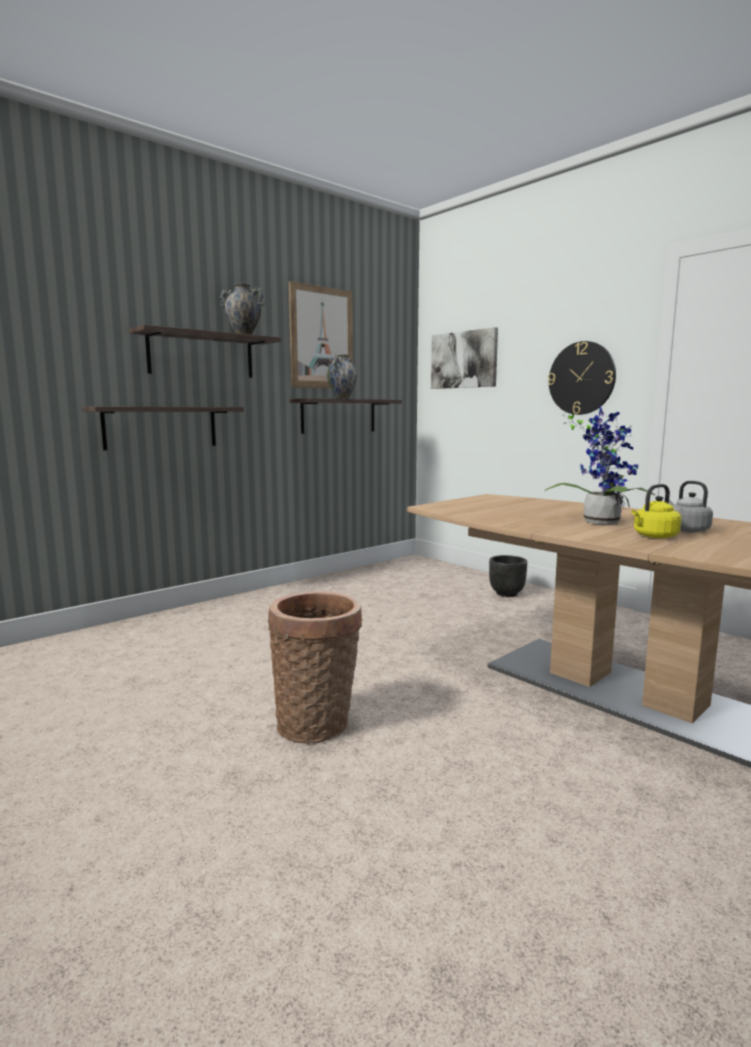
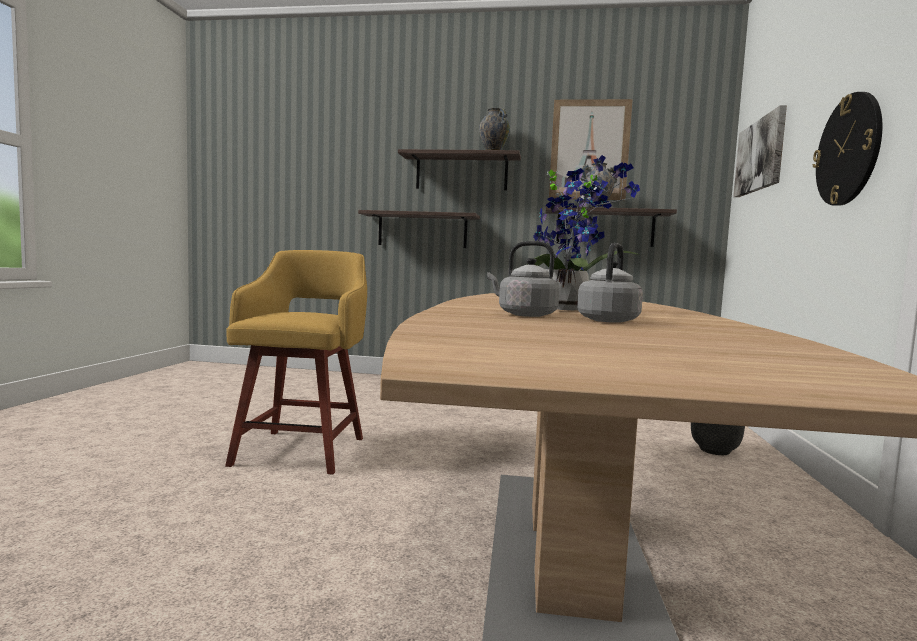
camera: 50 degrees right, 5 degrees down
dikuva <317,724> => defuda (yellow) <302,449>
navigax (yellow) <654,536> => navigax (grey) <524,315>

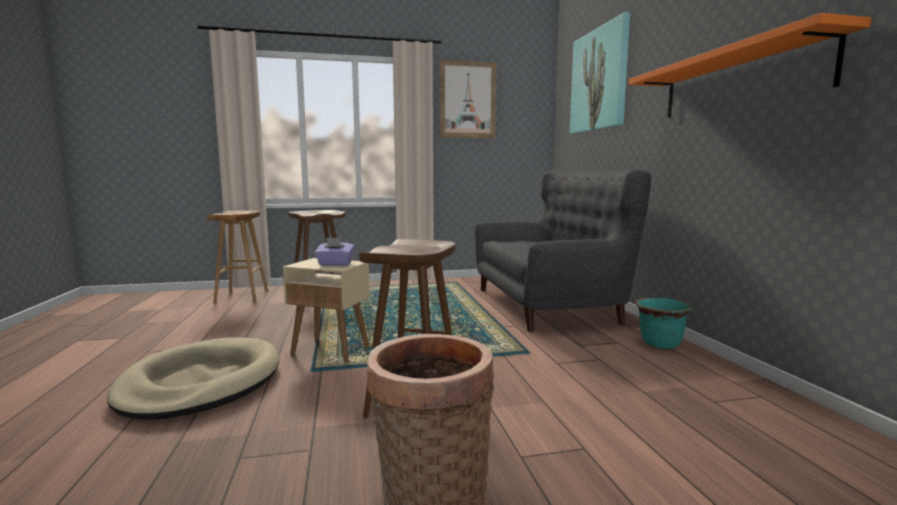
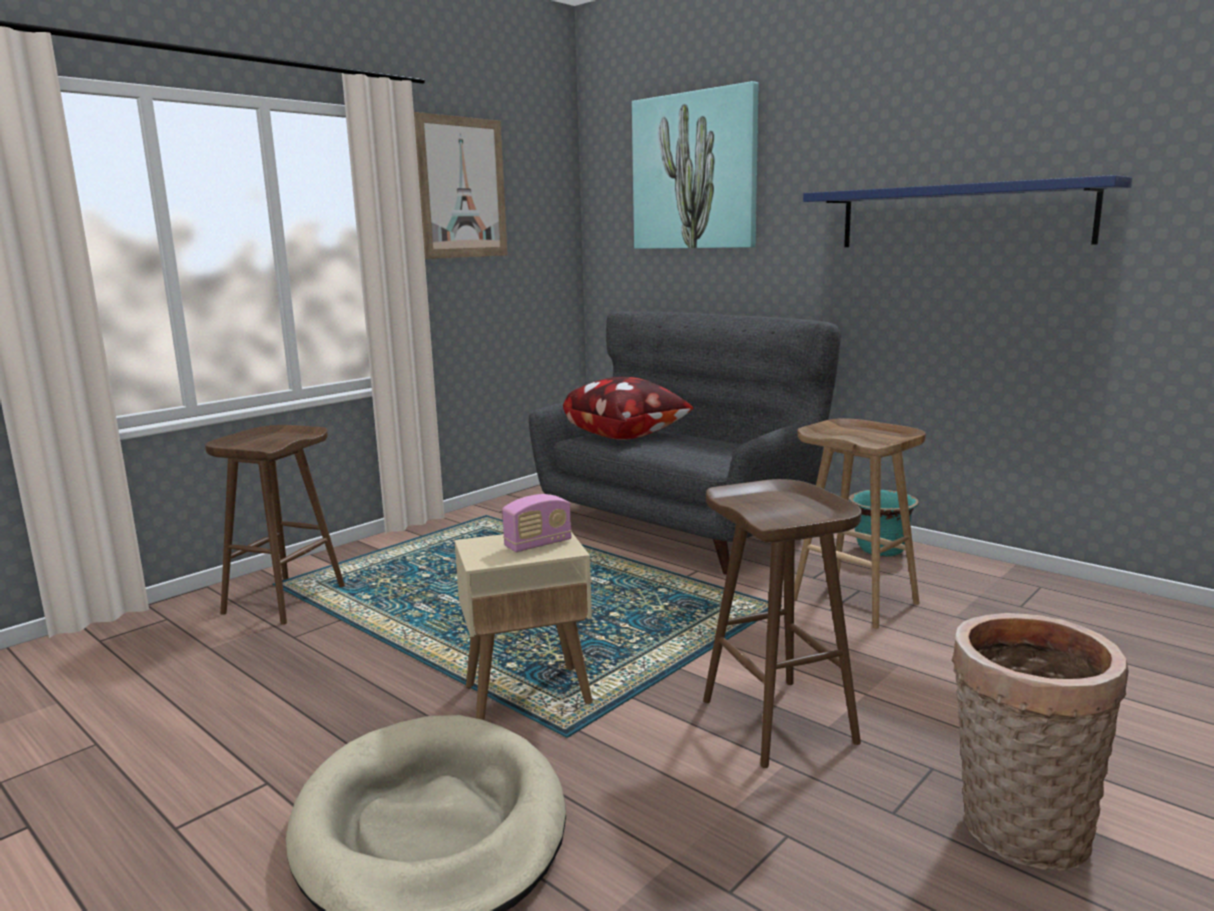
camera: 35 degrees left, 5 degrees up
nothing => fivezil <626,436>
defuda (brown) <242,297> => defuda (brown) <856,601>, shifted
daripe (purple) <335,264> => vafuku <538,544>
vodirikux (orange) <738,81> => vodirikux (blue) <961,216>

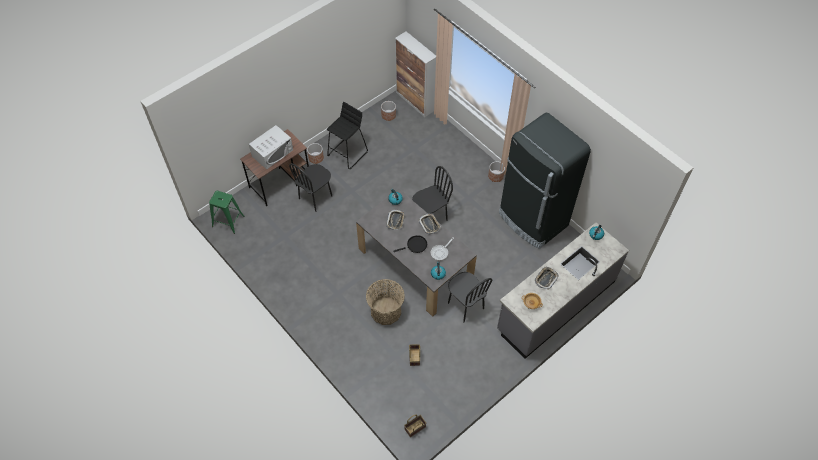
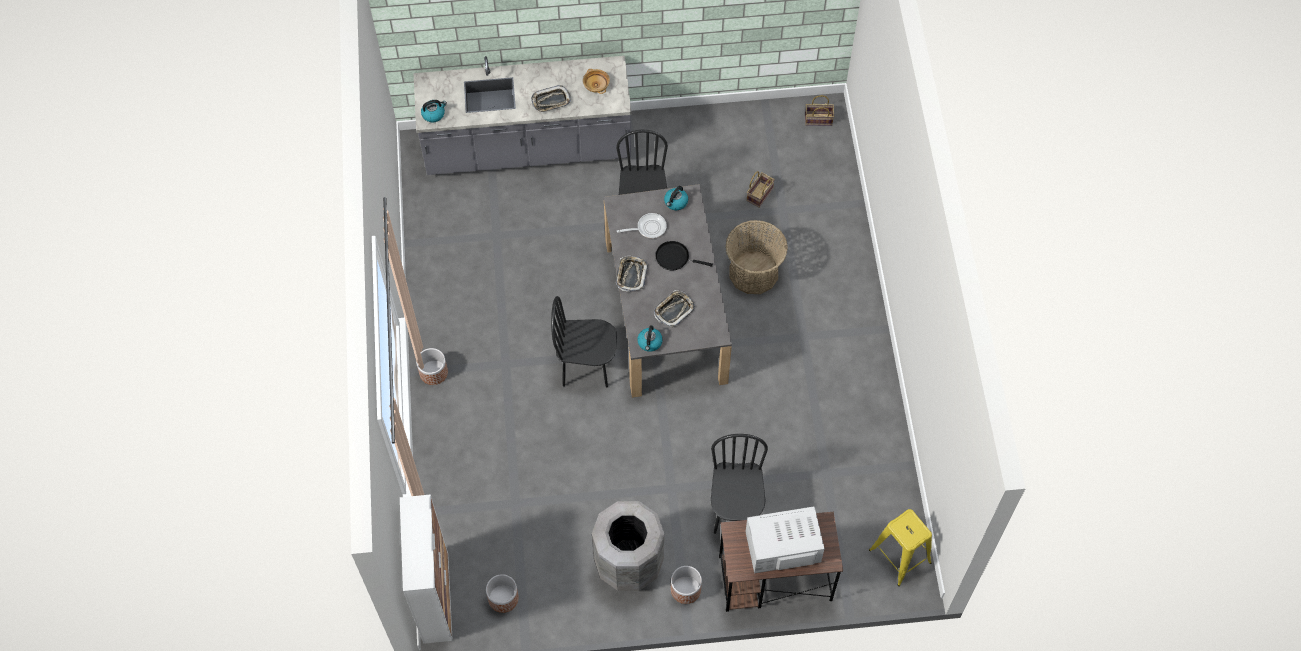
camera: 145 degrees left, 5 degrees up
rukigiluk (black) <532,220> => nothing
defuda (black) <347,154> => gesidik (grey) <628,562>
defuda (green) <228,221> => defuda (yellow) <900,556>
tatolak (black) <315,197> => tatolak (black) <735,512>, 75 degrees counterclockwise

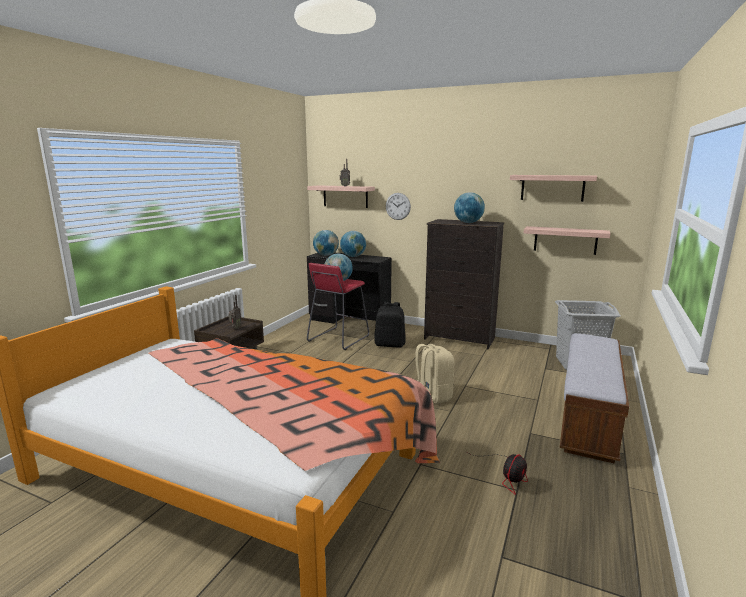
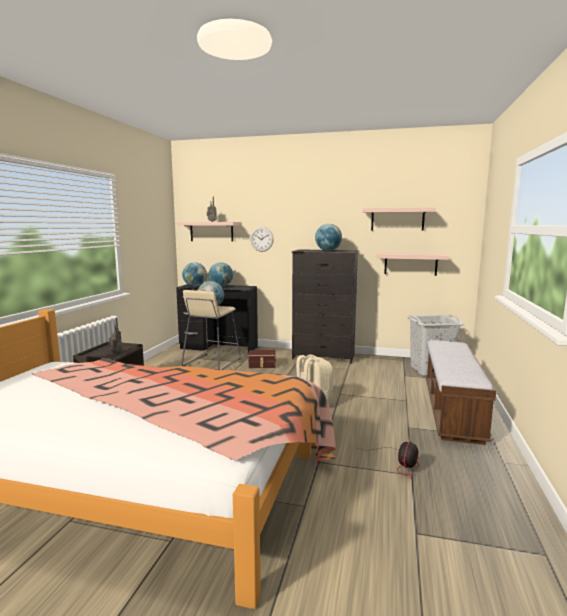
camera: 10 degrees left, 5 degrees down
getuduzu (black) <390,344> => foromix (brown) <262,365>
defuda (red) <338,338> => defuda (beige) <212,363>

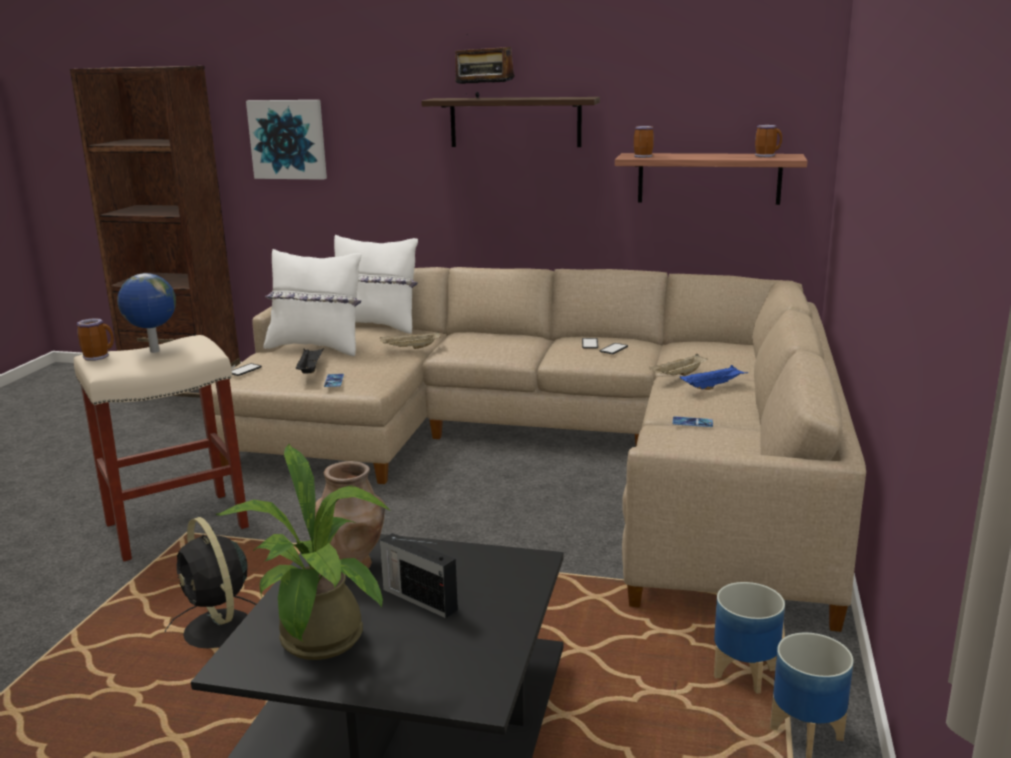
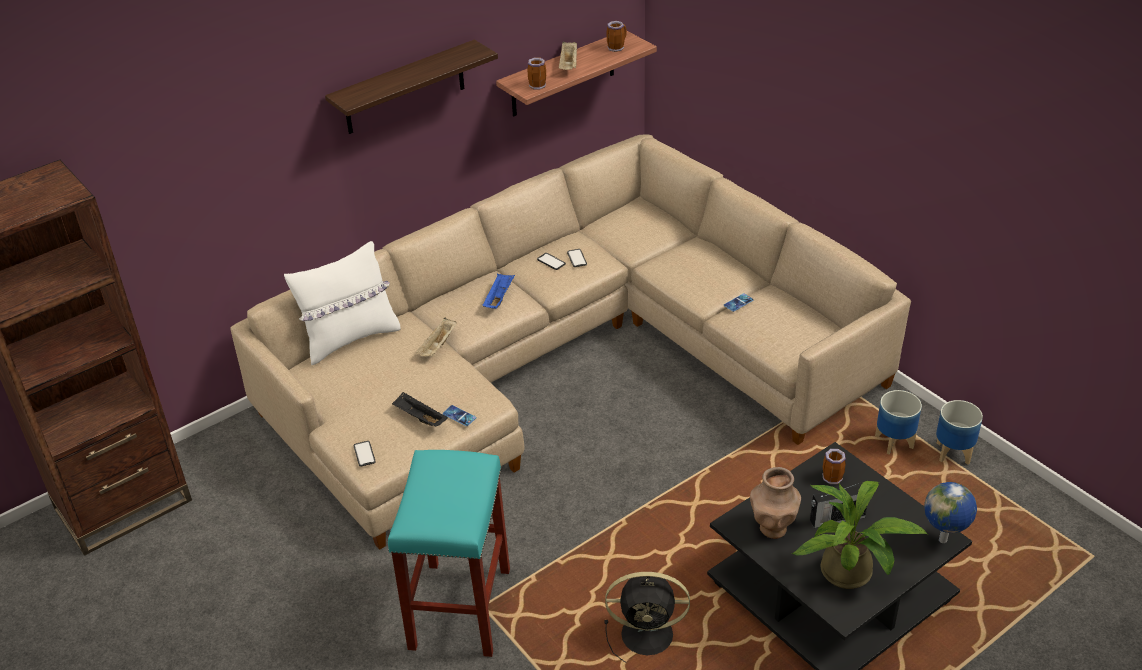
camera: 50 degrees left, 20 degrees up
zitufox <288,139> => nothing
fivezil (white) <317,347> => nothing
vafuku <485,98> => nothing
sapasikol <99,357> => sapasikol <832,476>, shifted
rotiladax <154,351> => rotiladax <944,540>, shifted
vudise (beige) <678,376> => vudise (beige) <569,65>, shifted
vudise (blue) <713,386> => vudise (blue) <499,298>, shifted
defuda (beige) <178,524> => defuda (turquoise) <459,607>

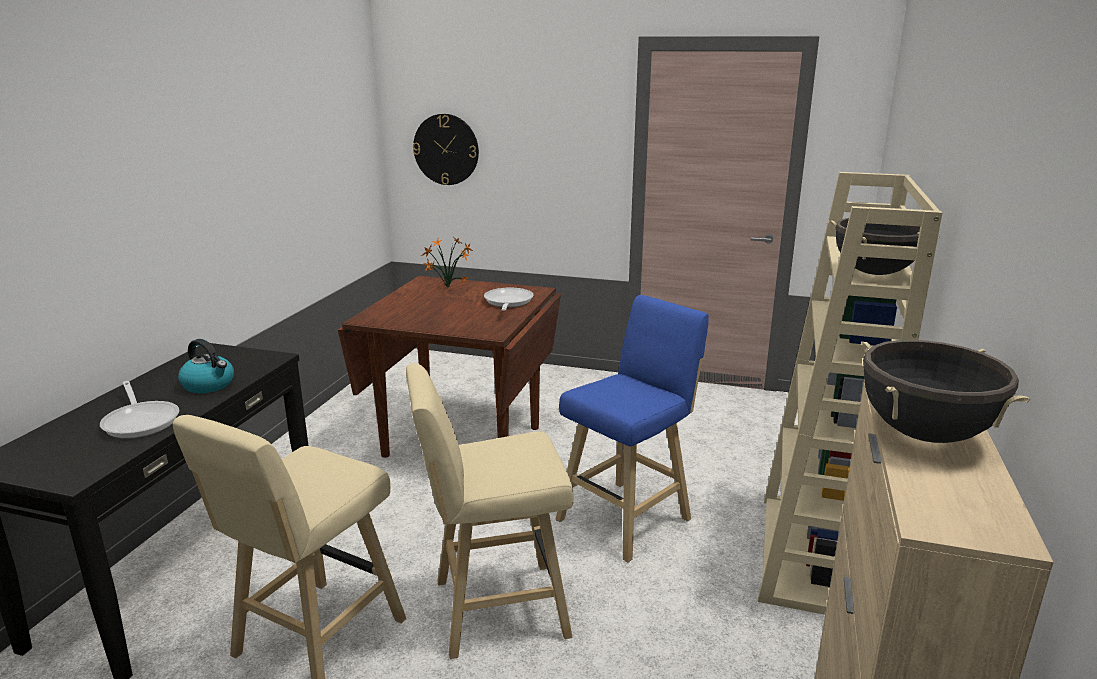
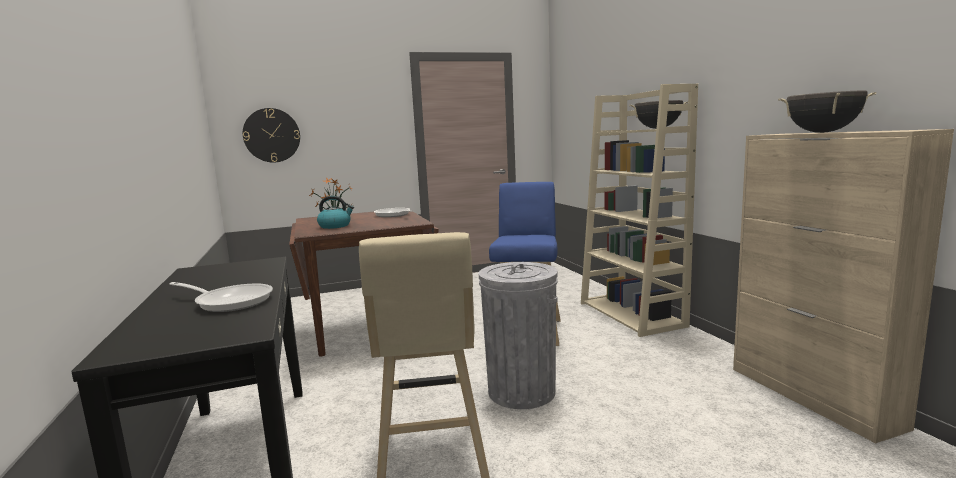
camera: 35 degrees left, 10 degrees down
navigax <209,385> => navigax <335,226>, shifted
defuda (beige) <493,610> => gesidik (grey) <521,391>

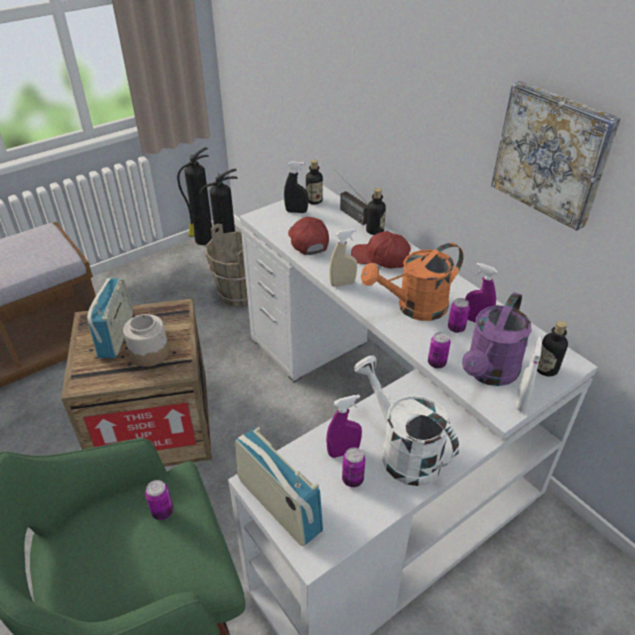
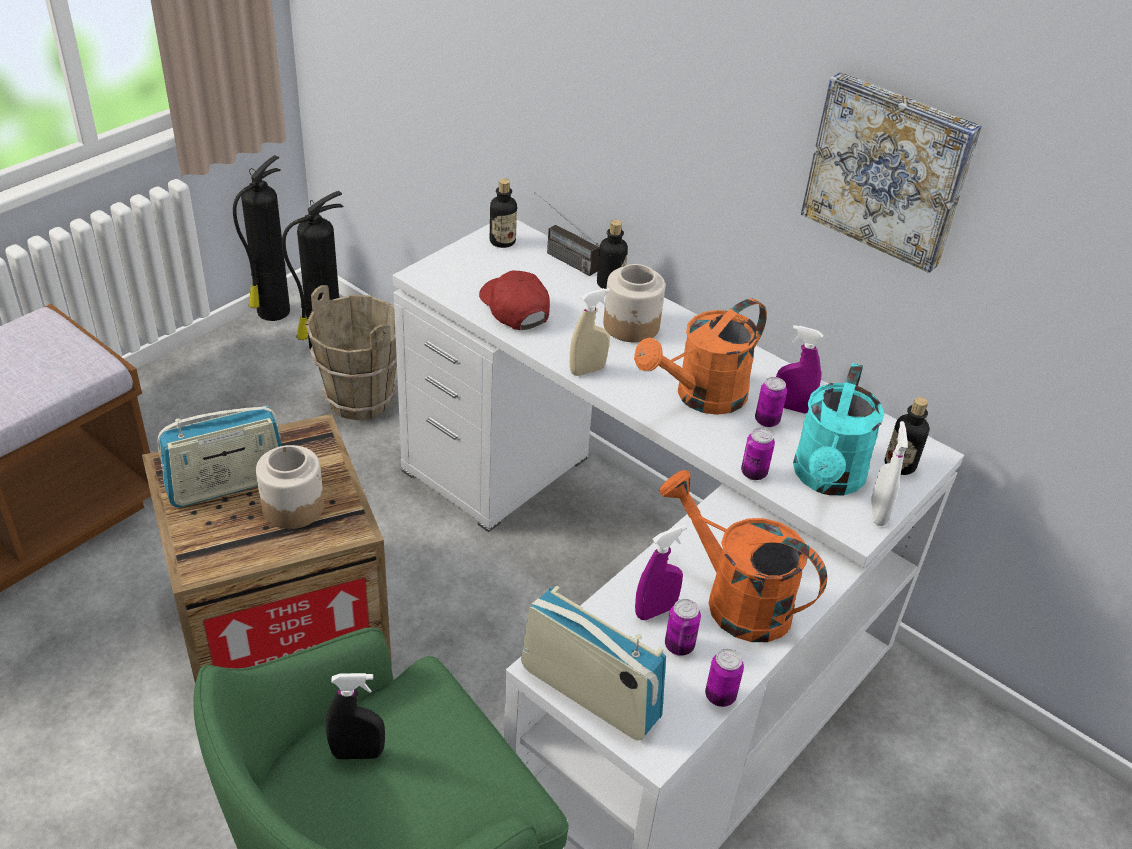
camera: 15 degrees left, 0 degrees up
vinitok <162,512> => vinitok <720,696>, shifted
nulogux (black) <296,211> => nulogux (black) <357,753>, shifted
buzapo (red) <381,258> => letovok <631,326>
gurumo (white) <402,451> => gurumo (orange) <734,599>
gurumo (purple) <489,373> => gurumo (turquoise) <827,479>
vafuku <116,335> => vafuku <228,485>, 75 degrees clockwise

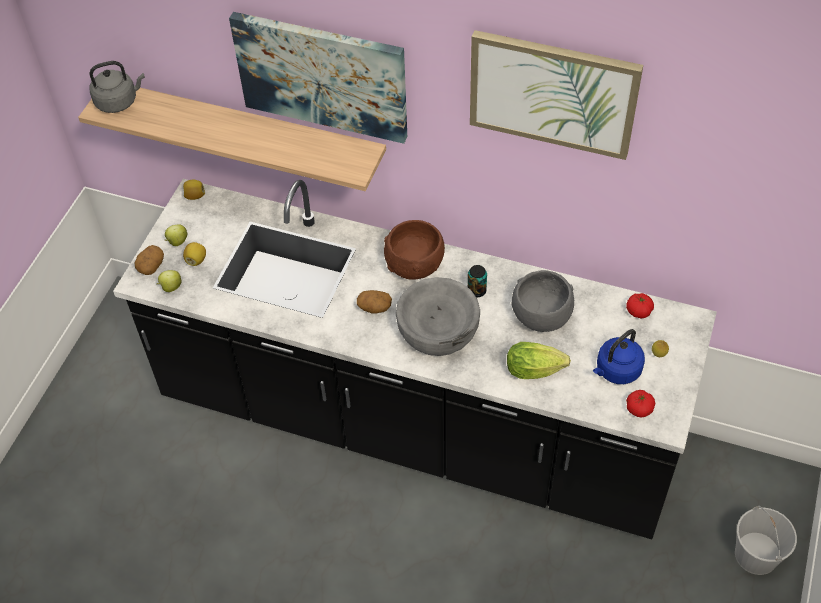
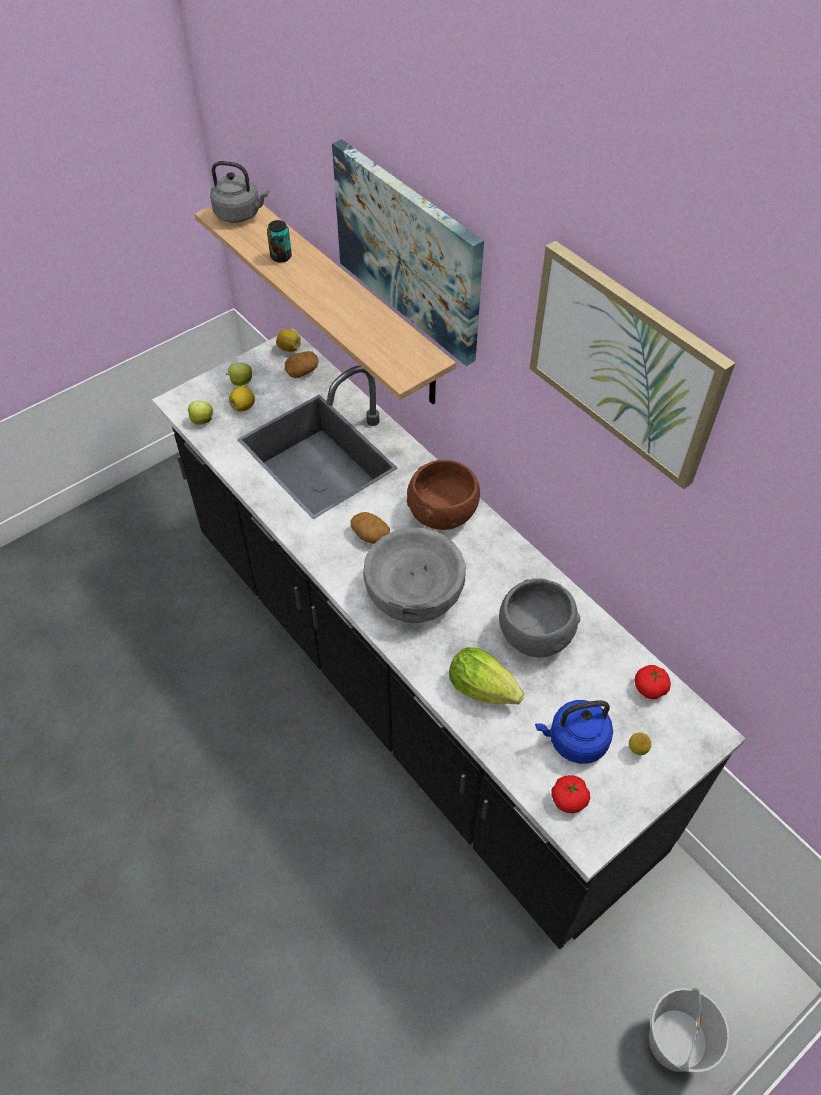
camera: 30 degrees right, 0 degrees up
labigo <151,265> => labigo <302,371>, shifted
vinitok <476,291> => vinitok <281,257>, shifted

